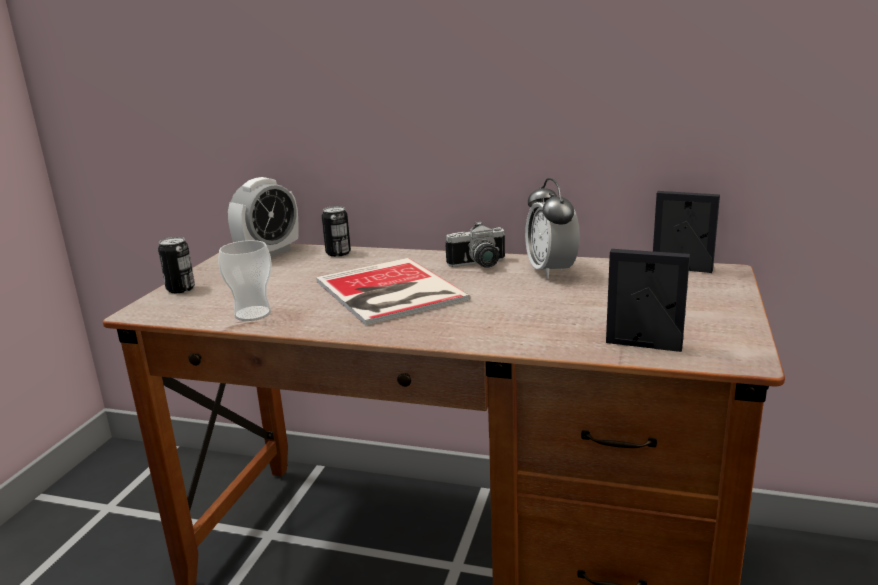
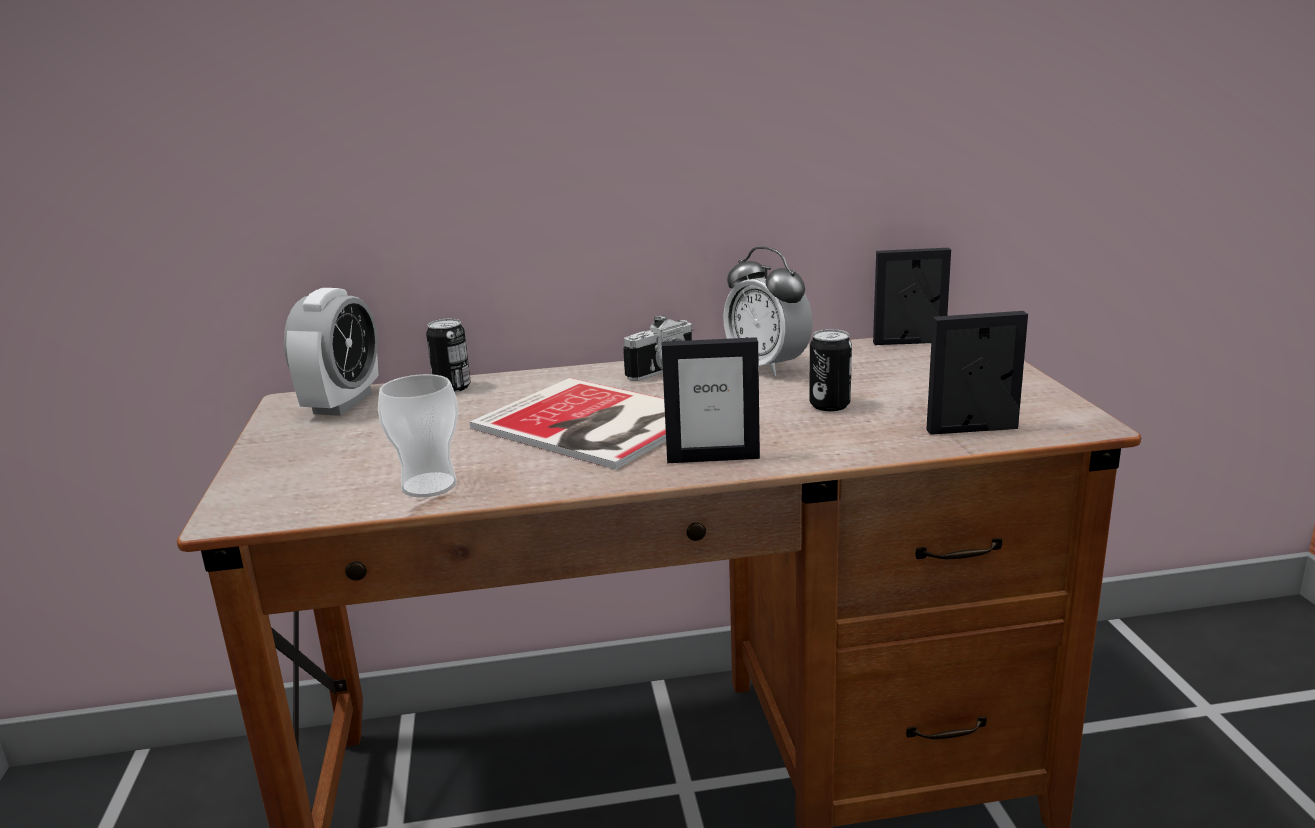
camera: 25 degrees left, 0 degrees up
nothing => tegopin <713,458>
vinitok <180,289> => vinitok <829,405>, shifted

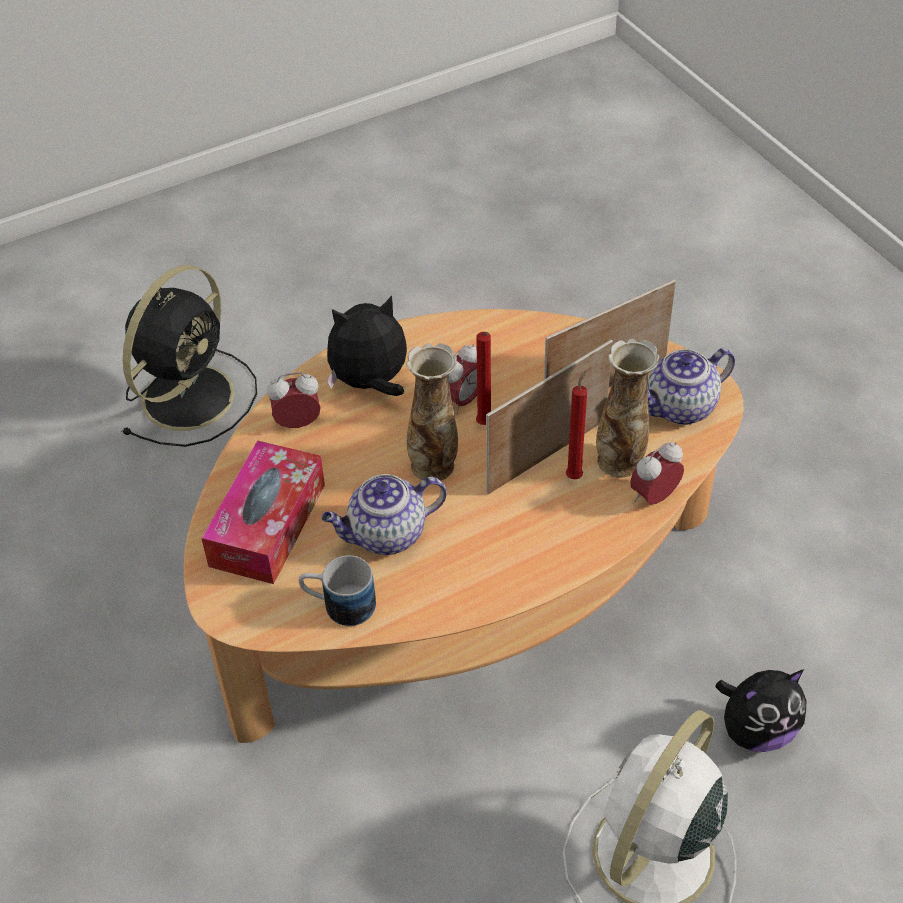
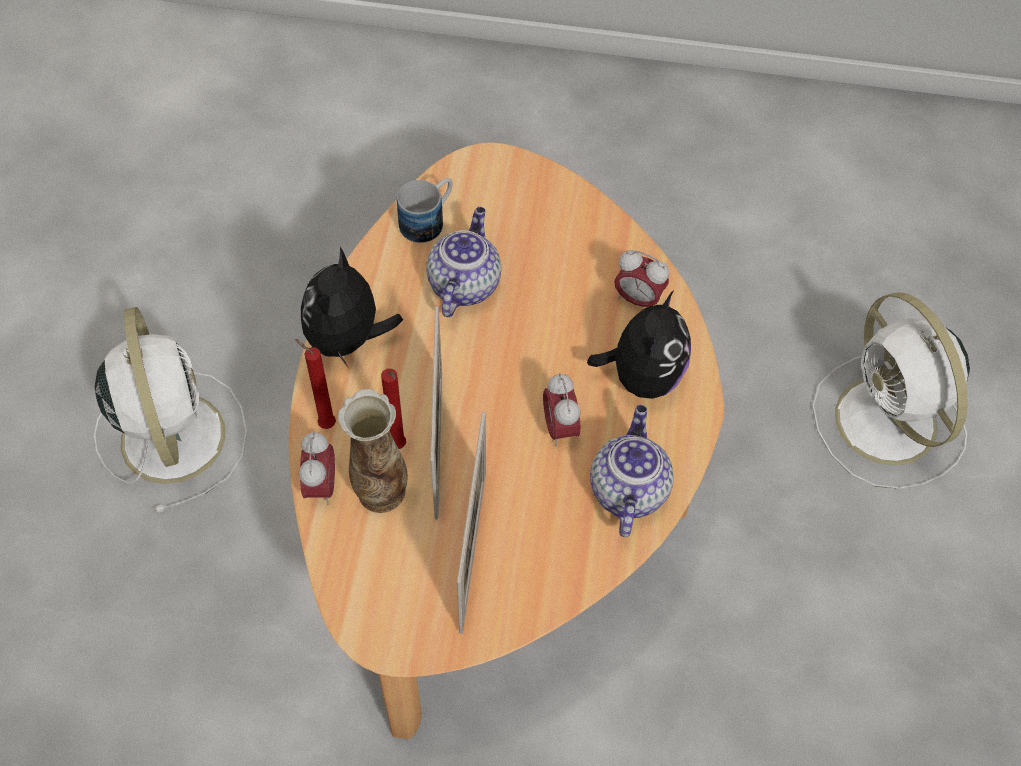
camera: 125 degrees right, 10 degrees up
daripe <268,525> => nothing
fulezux <434,465> => nothing
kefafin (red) <484,426> => kefafin (red) <324,423>, shifted
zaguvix <680,408> => zaguvix <627,489>, shifted
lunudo <756,731> => lunudo <348,340>, shifted
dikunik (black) <191,395> => dikunik (white) <888,425>
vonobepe <298,423> => vonobepe <638,299>, 90 degrees clockwise

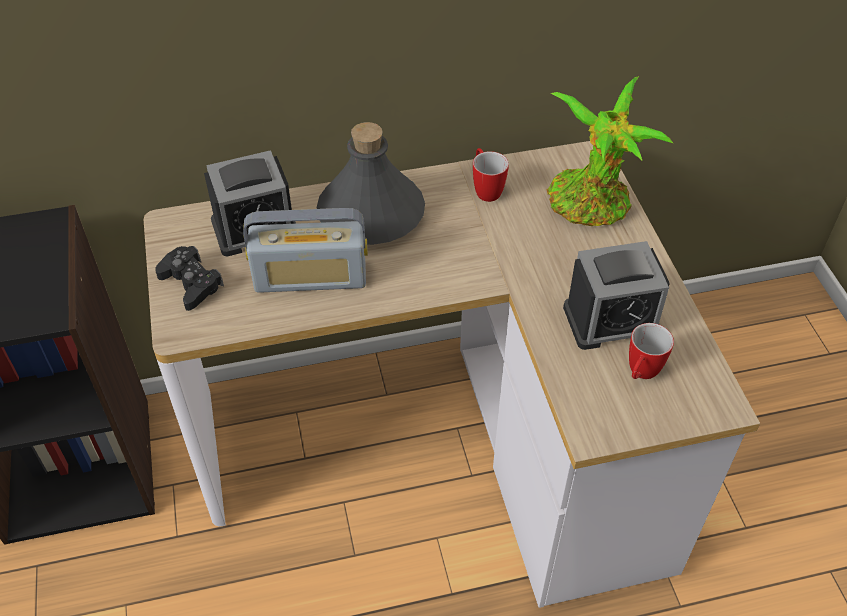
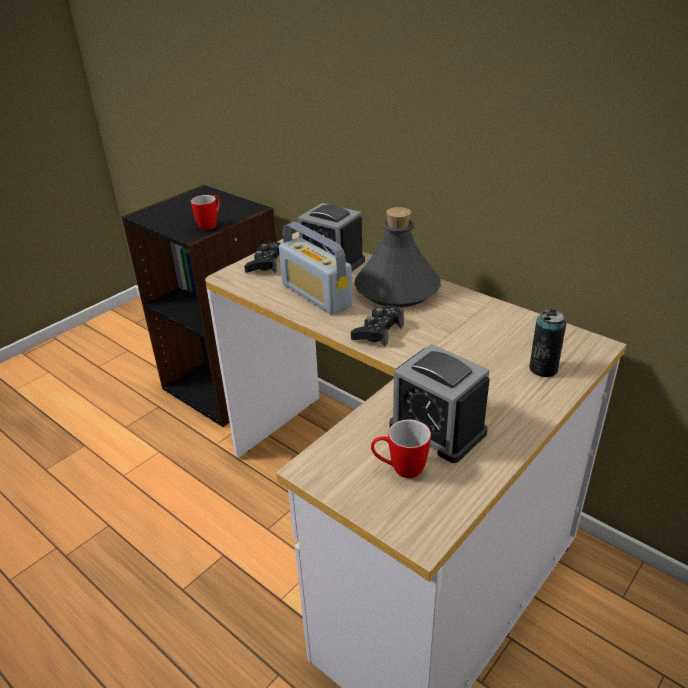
camera: 55 degrees right, 15 degrees down
nothing => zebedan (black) <378,332>
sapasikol <485,189> => sapasikol <211,224>, shifted
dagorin <591,206> => vinitok <543,369>

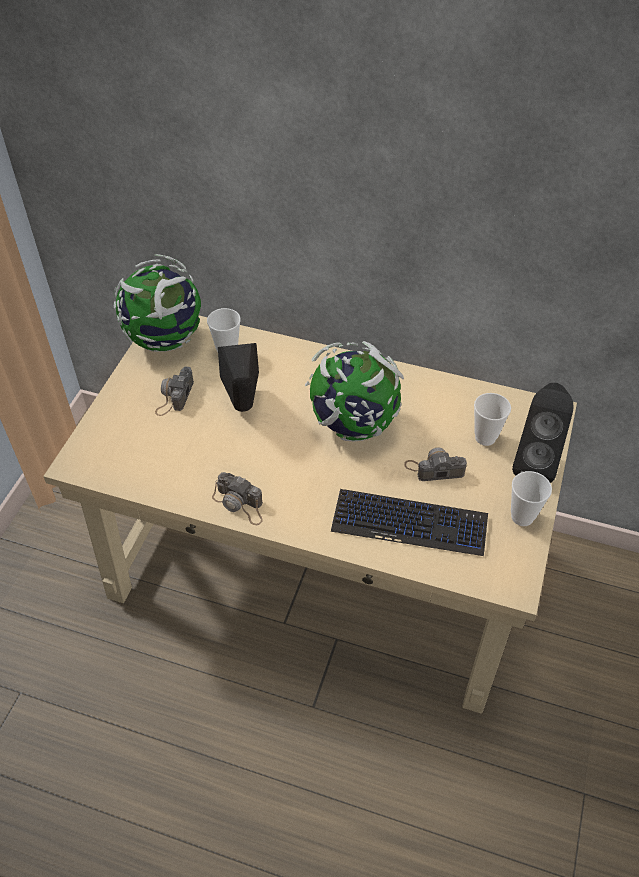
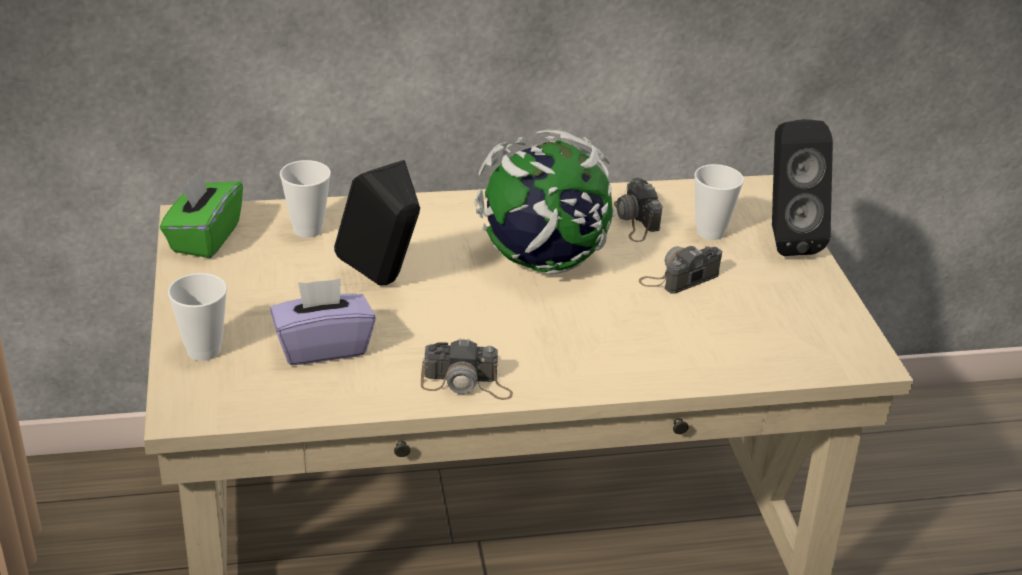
camera: 30 degrees left, 15 degrees down
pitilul <409,523> => nothing
nothing => daripe (purple) <323,347>
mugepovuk <174,396> => mugepovuk <635,220>, shifted
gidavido <522,517> => gidavido <204,350>, shifted
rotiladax <165,339> => daripe (green) <204,238>

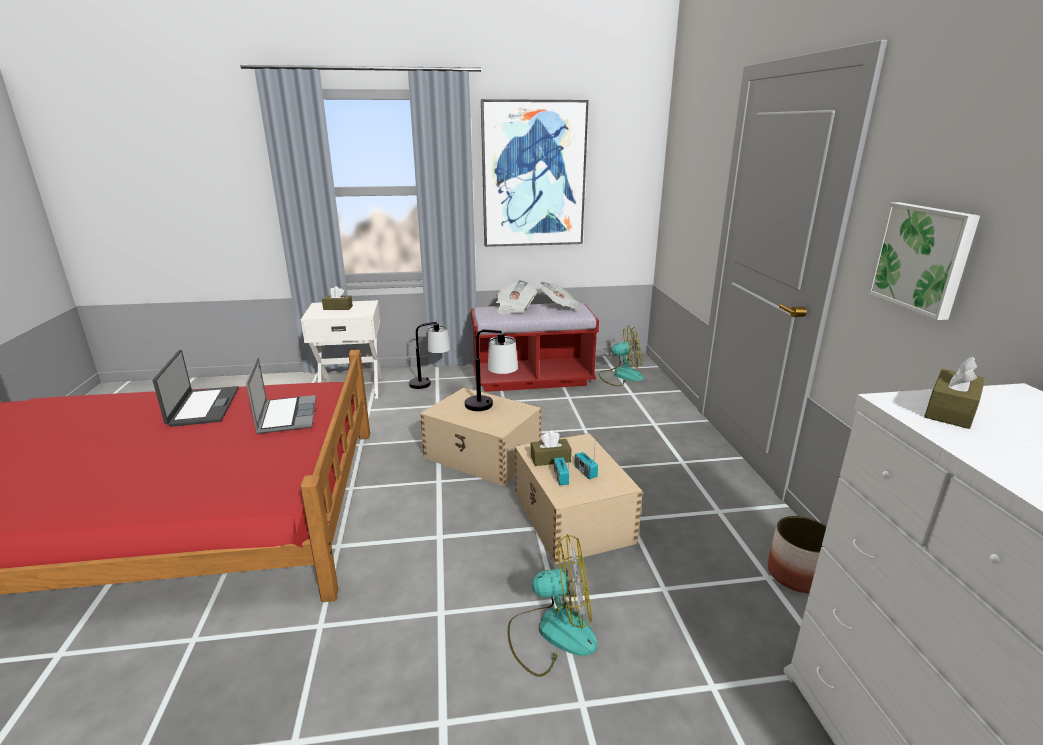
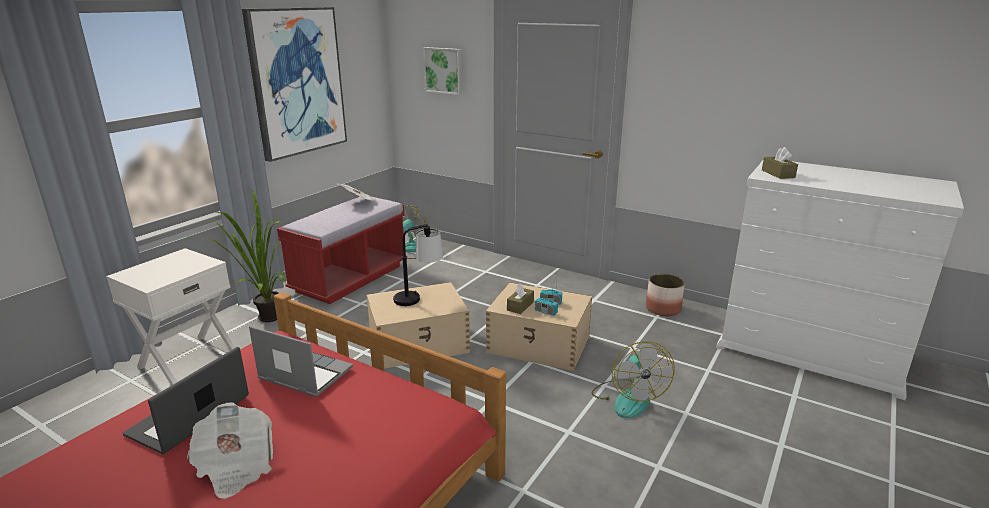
camera: 50 degrees left, 0 degrees up
daripe (brown) <338,308> => nothing
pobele <514,309> => pobele <235,466>, shifted
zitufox <923,258> => zitufox <444,70>, shifted
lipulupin <430,382> => dagorin <264,319>
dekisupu <203,407> => dekisupu <190,416>, 90 degrees counterclockwise
dikunik <552,632> => dikunik <628,398>, 135 degrees clockwise

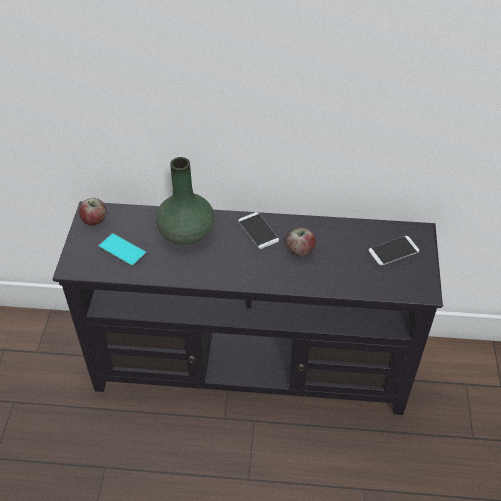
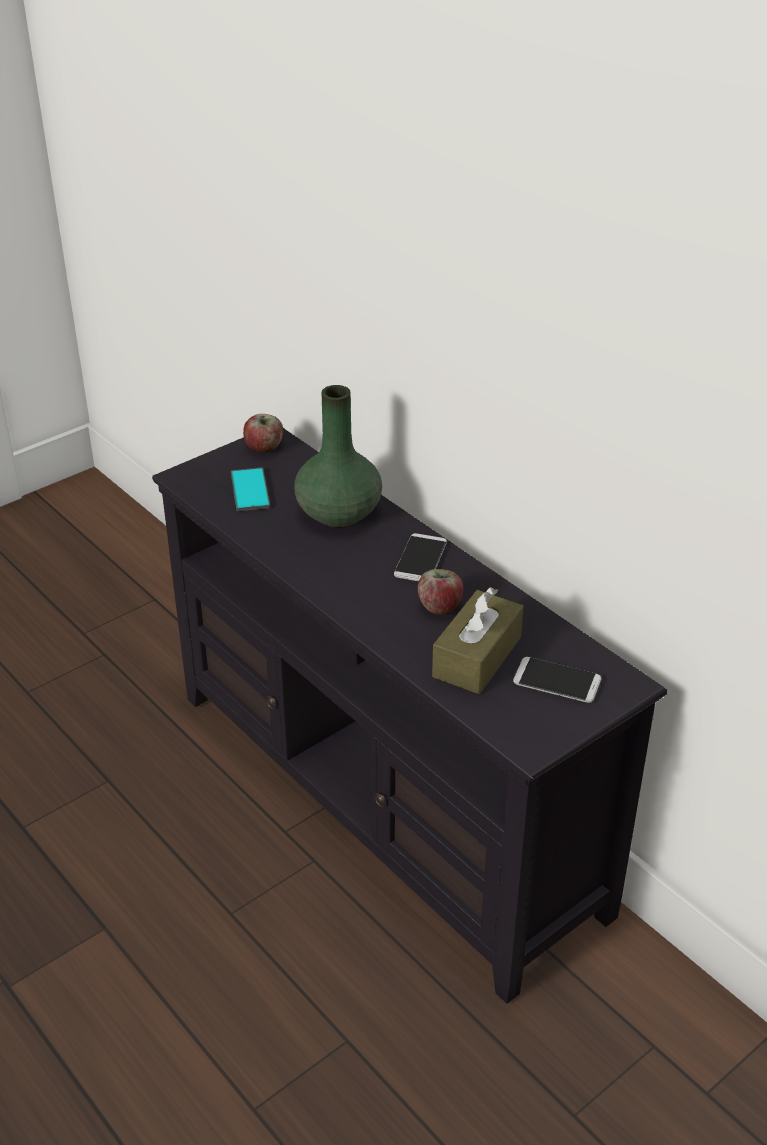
camera: 45 degrees right, 10 degrees down
nothing => daripe (brown) <477,657>

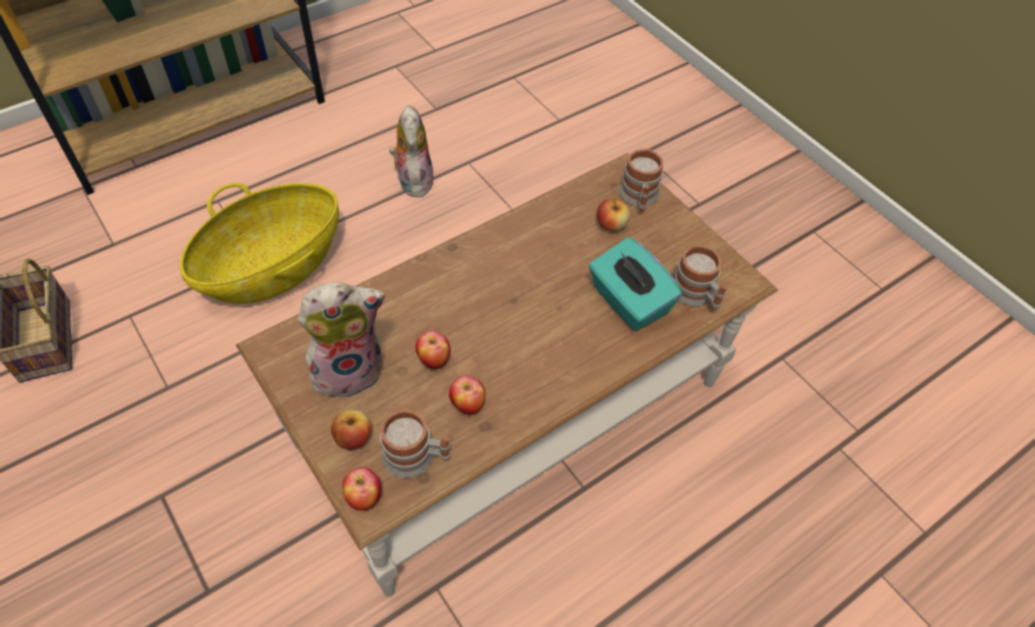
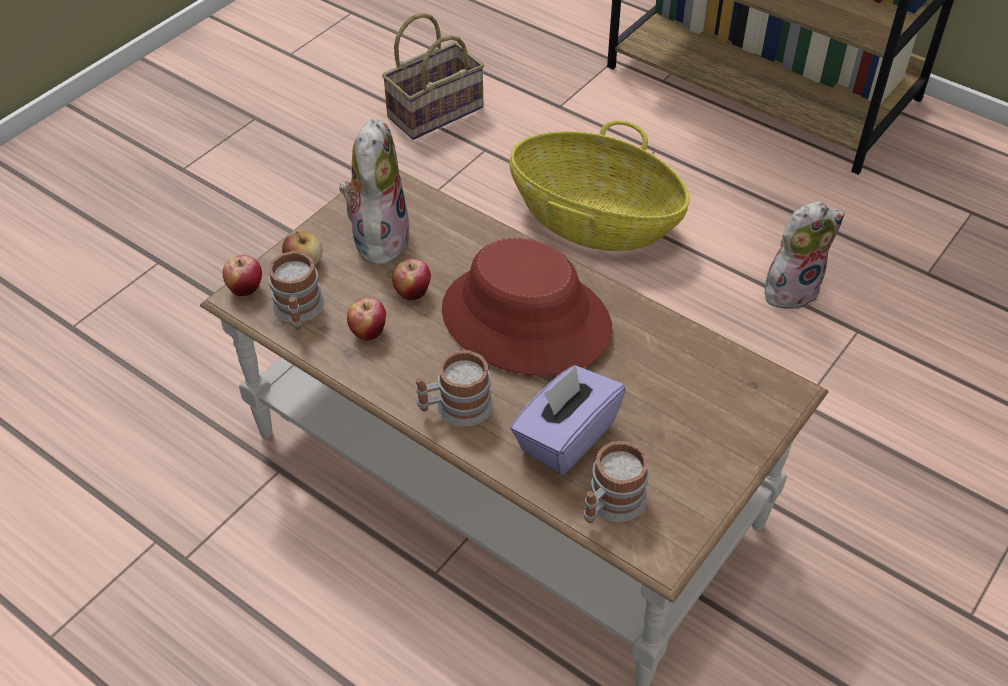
camera: 75 degrees right, 5 degrees down
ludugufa <611,225> => nothing
nothing => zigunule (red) <525,320>
sapasikol <639,197> => sapasikol <455,408>, shifted
daripe (turquoise) <628,302> => daripe (purple) <565,437>
lunudo <349,370> => lunudo <378,238>, 135 degrees counterclockwise

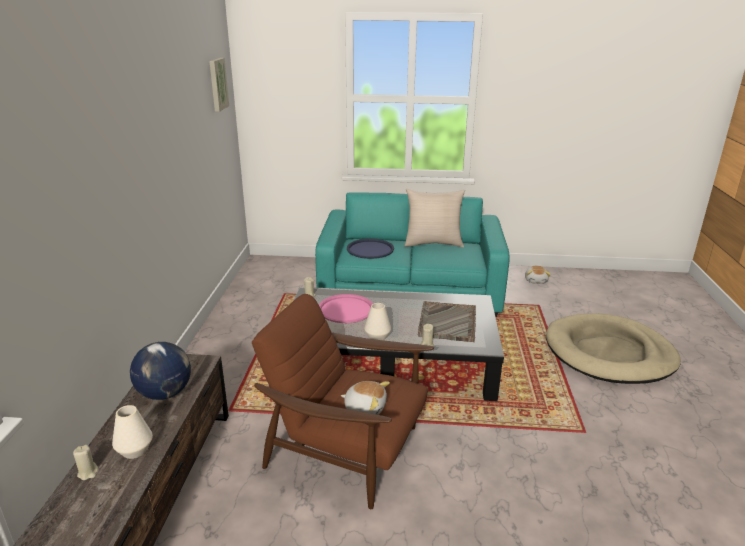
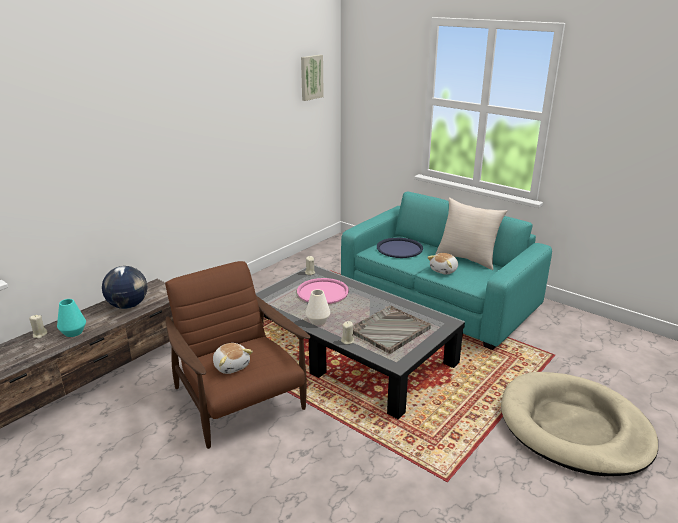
camera: 35 degrees right, 0 degrees up
lunudo <536,280> => lunudo <444,270>, shifted
fulezux (white) <135,450> => fulezux (turquoise) <73,332>

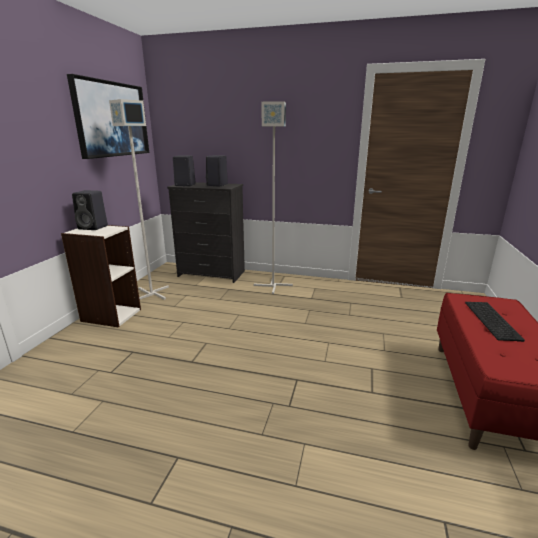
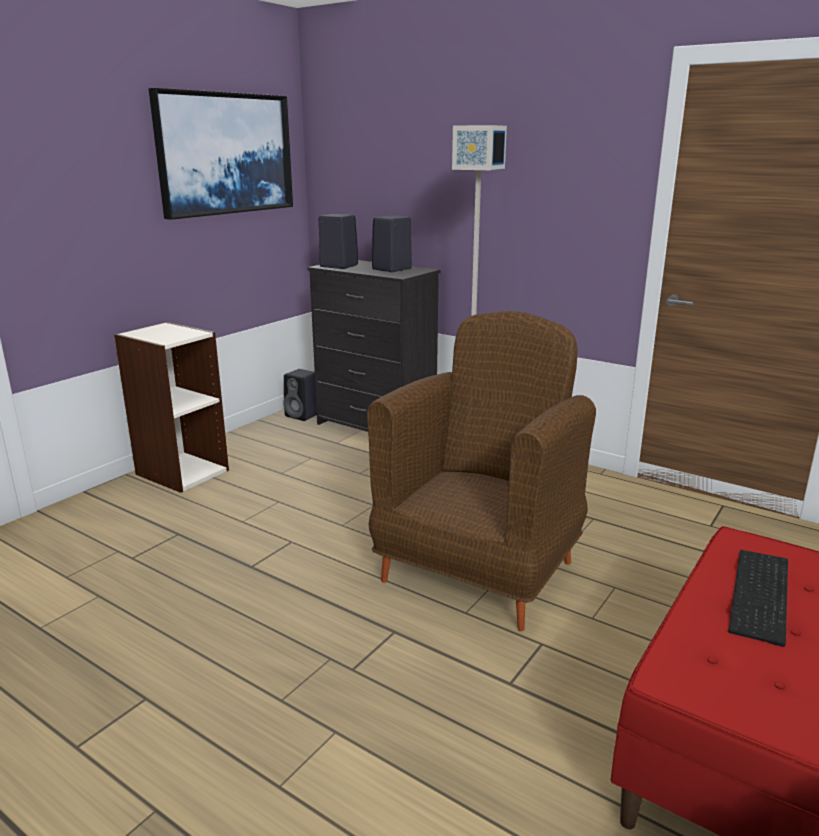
camera: 20 degrees right, 0 degrees up
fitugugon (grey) <151,293> => nothing
nothing => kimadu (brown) <479,570>
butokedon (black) <94,227> => butokedon (black) <303,415>, shifted

